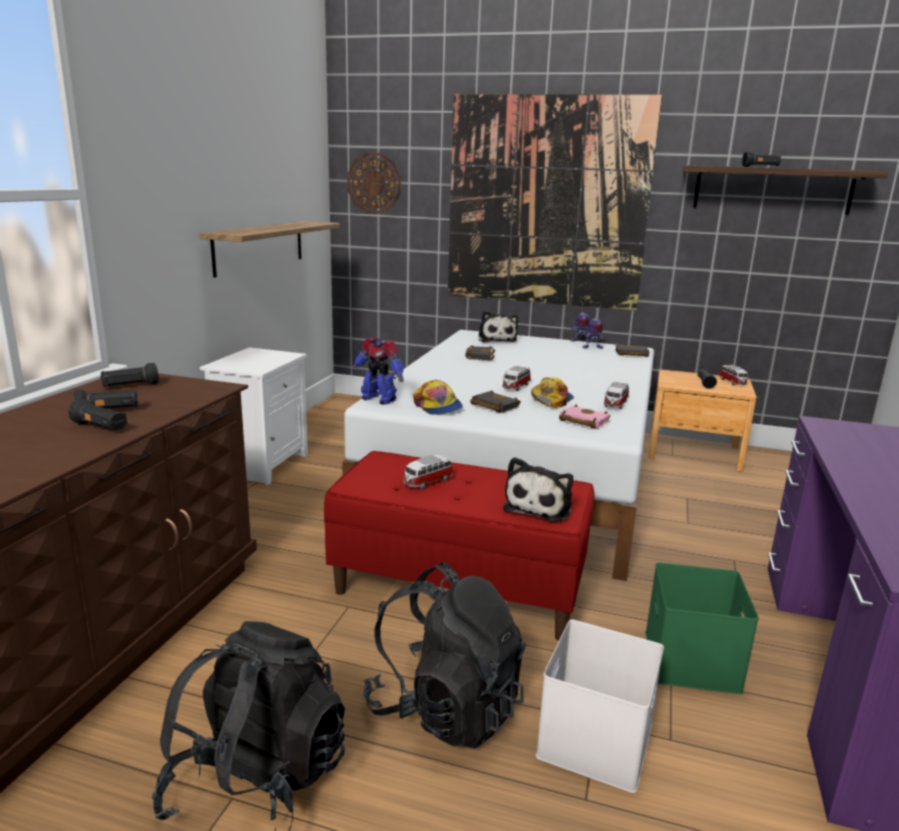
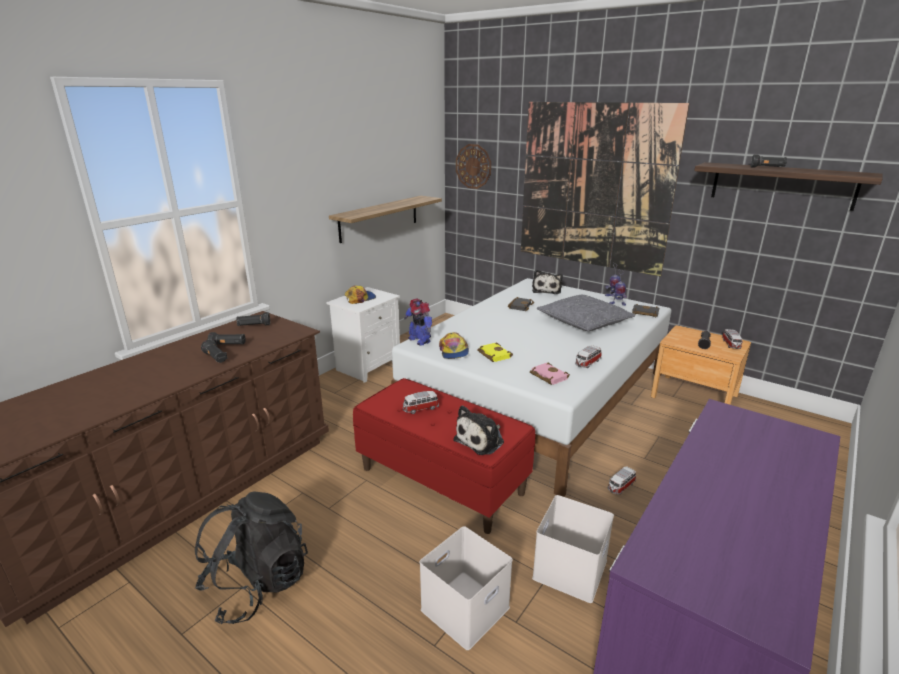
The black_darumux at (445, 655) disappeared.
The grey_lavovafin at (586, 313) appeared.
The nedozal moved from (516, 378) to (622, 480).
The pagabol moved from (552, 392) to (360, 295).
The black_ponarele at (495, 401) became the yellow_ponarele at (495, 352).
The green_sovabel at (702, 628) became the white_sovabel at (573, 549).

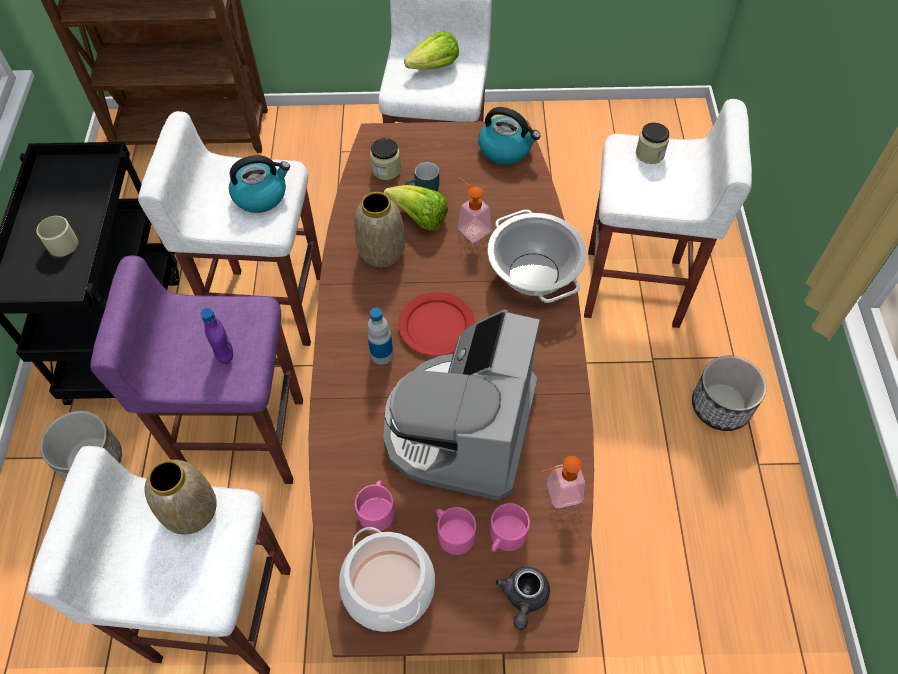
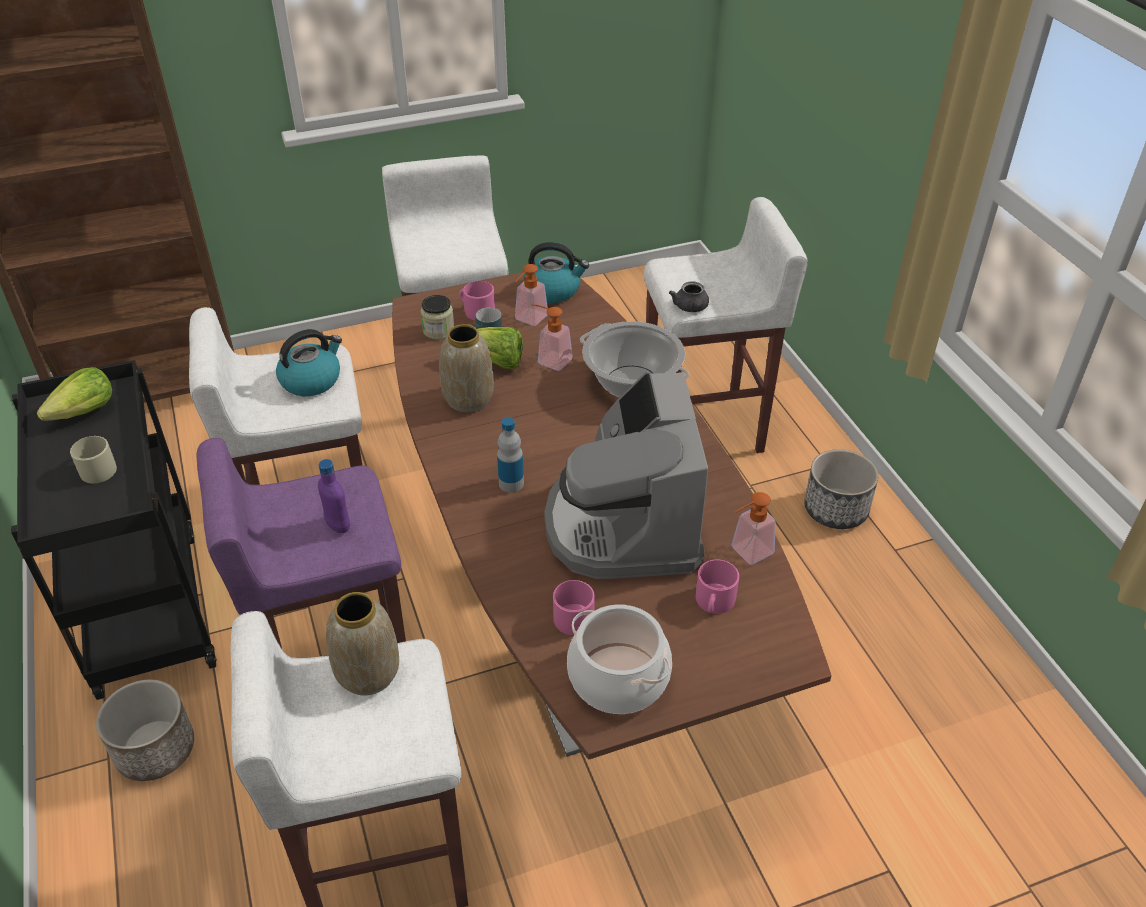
The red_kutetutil at (436, 324) disappeared.
The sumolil at (652, 143) disappeared.
The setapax at (531, 295) appeared.
The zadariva moved from (431, 51) to (74, 394).
The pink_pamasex moved from (456, 531) to (477, 301).
The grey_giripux moved from (522, 598) to (689, 296).

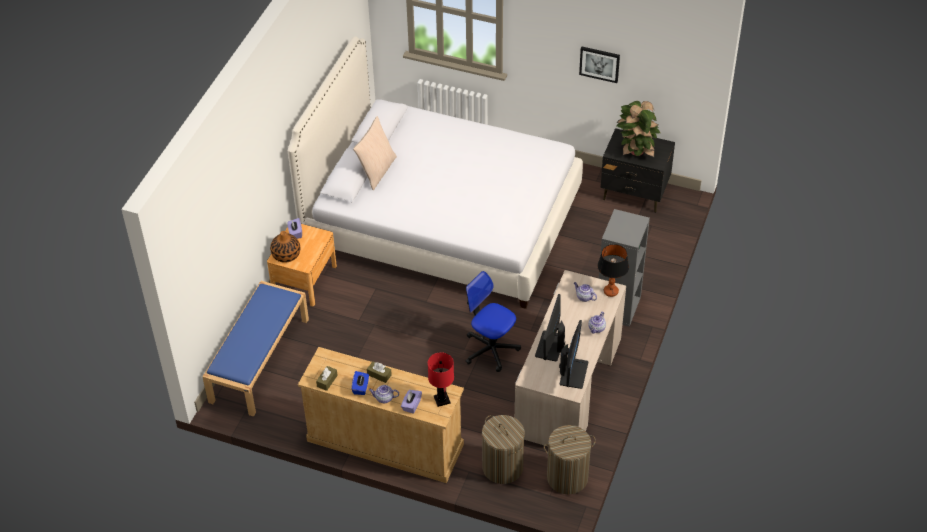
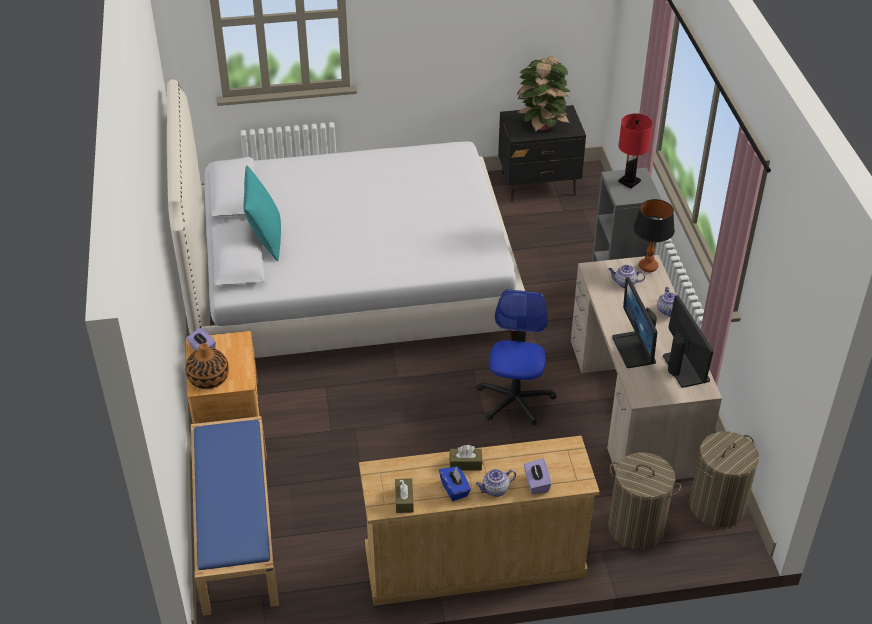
The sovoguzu at (599, 65) disappeared.
The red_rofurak moved from (441, 379) to (635, 151).
The beige_lavovafin at (375, 153) became the turquoise_lavovafin at (262, 213).
The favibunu at (493, 321) turned 90 degrees clockwise.

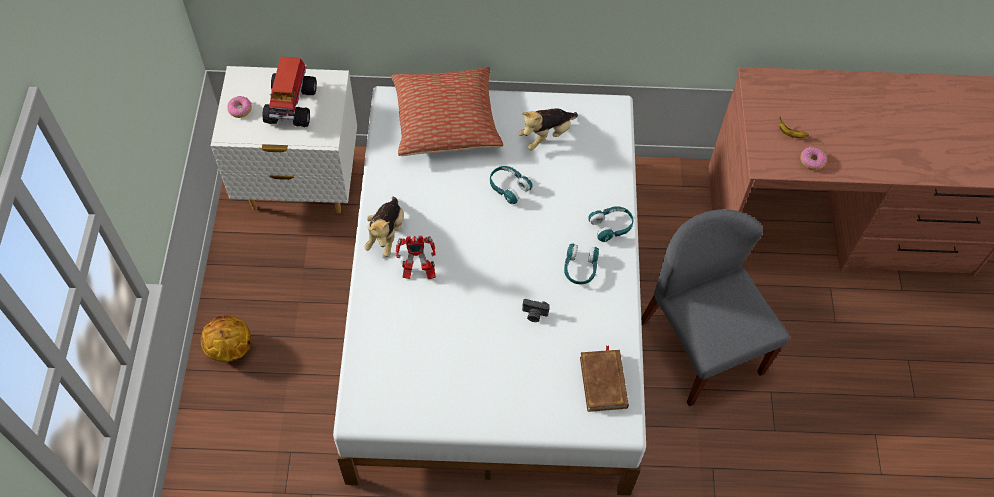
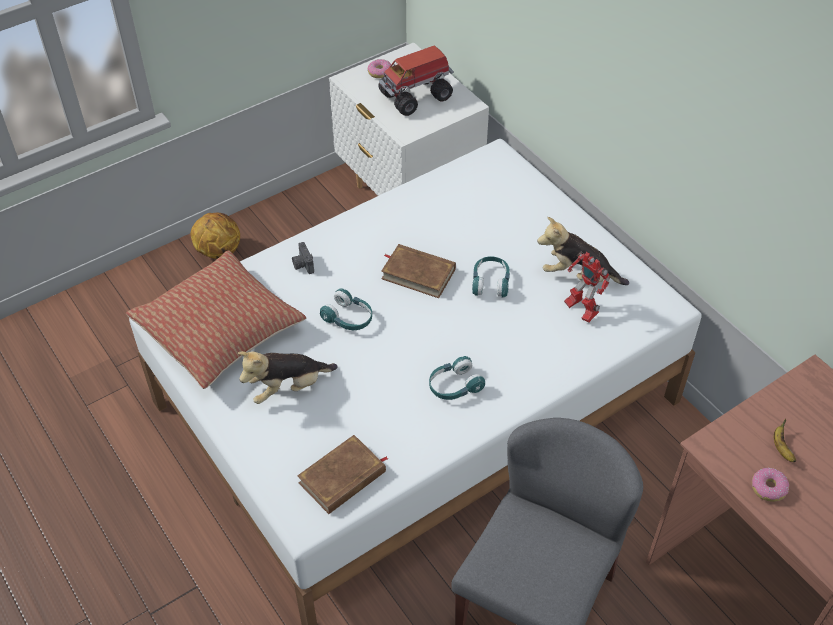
The brown_ponarele at (418, 271) appeared.
The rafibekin moved from (384, 226) to (288, 377).
The lavovafin moved from (447, 111) to (216, 319).
The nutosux moved from (416, 257) to (587, 286).
The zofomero moved from (536, 310) to (303, 258).
The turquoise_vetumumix moved from (610, 224) to (346, 309).

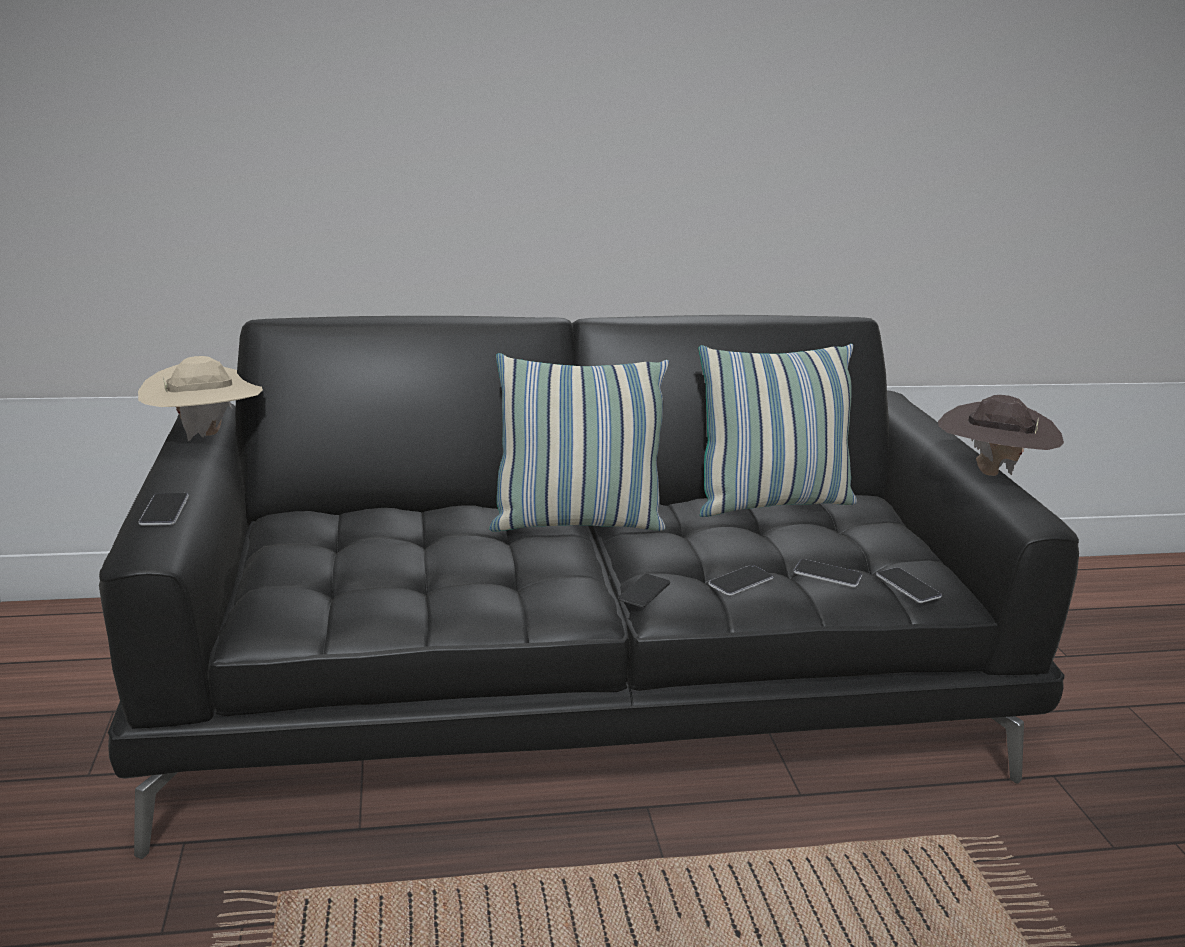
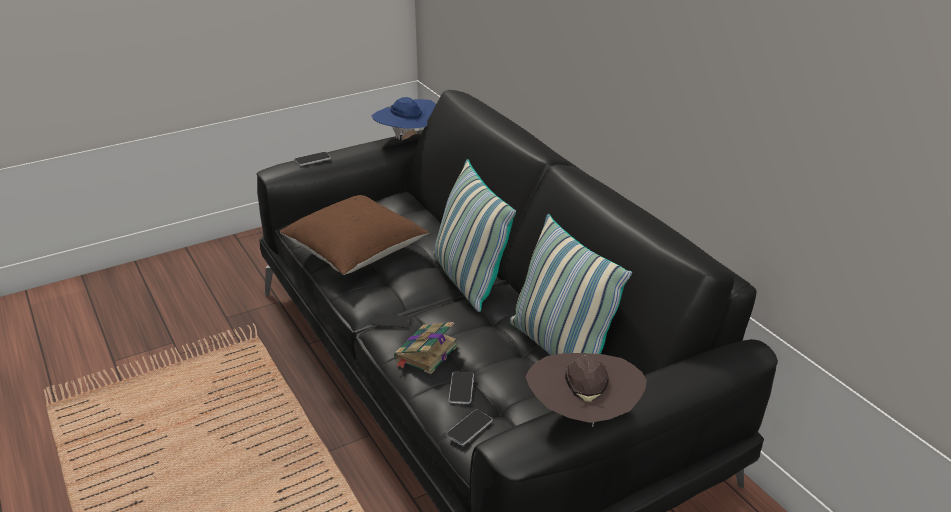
The brown_lavovafin at (354, 235) appeared.
The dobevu at (740, 580) was replaced by the ponarele at (426, 348).
The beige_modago at (200, 398) became the blue_modago at (403, 118).

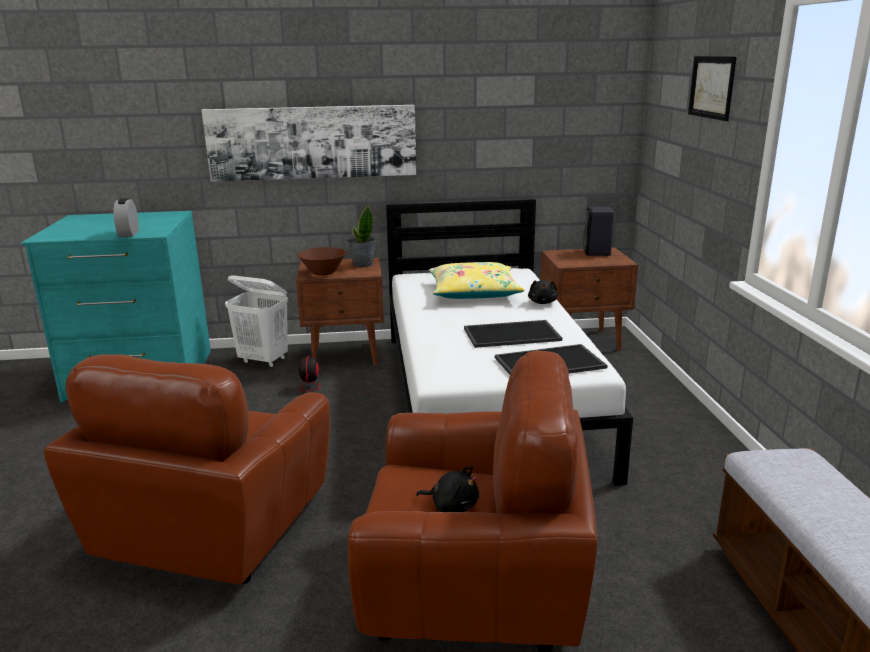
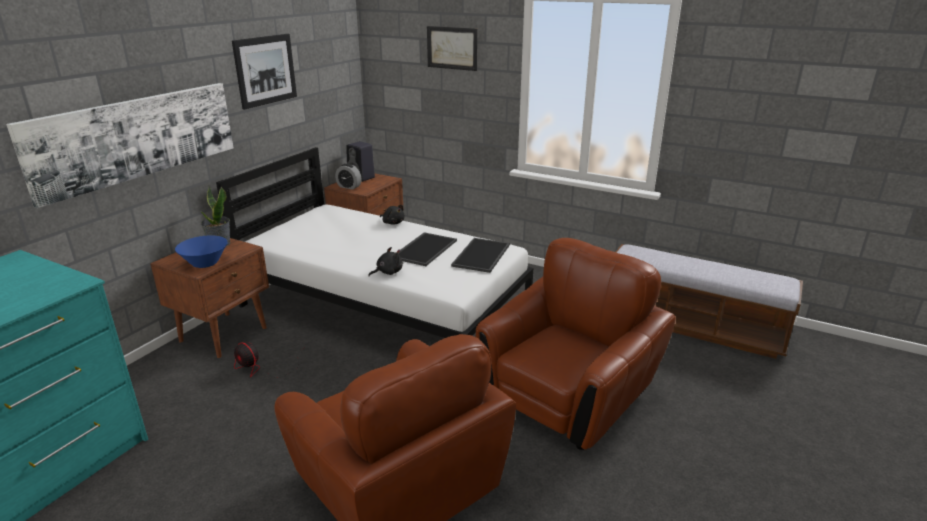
The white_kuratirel at (256, 321) disappeared.
The yellow_lavovafin at (477, 280) disappeared.
The sovoguzu at (264, 72) appeared.
The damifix moved from (126, 217) to (348, 177).
The black_rafibekin moved from (447, 489) to (385, 261).
The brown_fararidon at (321, 261) became the blue_fararidon at (201, 251).

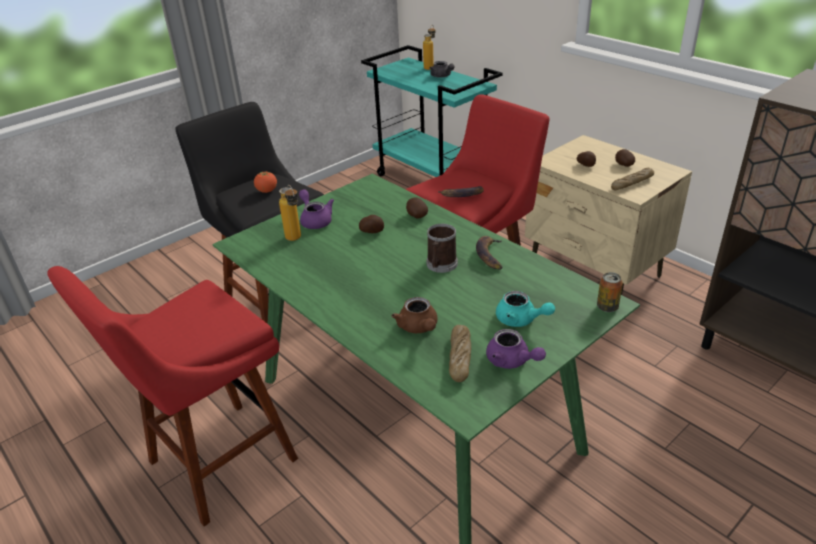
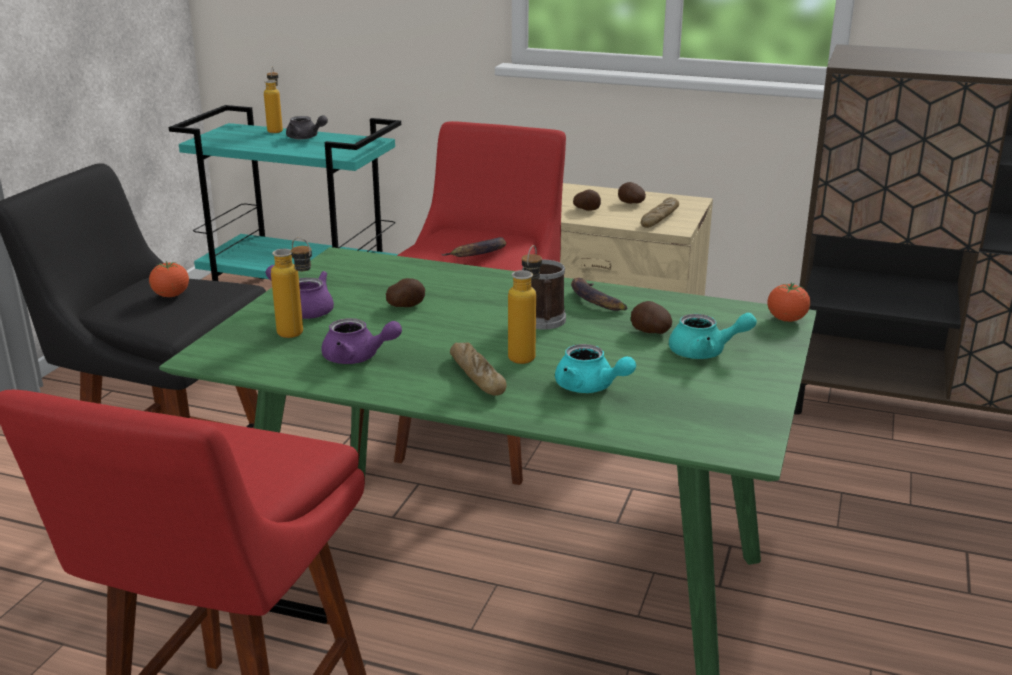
The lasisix at (525, 304) appeared.
The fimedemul moved from (417, 208) to (651, 317).
The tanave moved from (460, 353) to (478, 369).
The purple_giripux moved from (516, 349) to (362, 341).
The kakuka at (610, 292) was replaced by the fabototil at (789, 302).
The brown_giripux at (415, 315) became the turquoise_giripux at (595, 368).

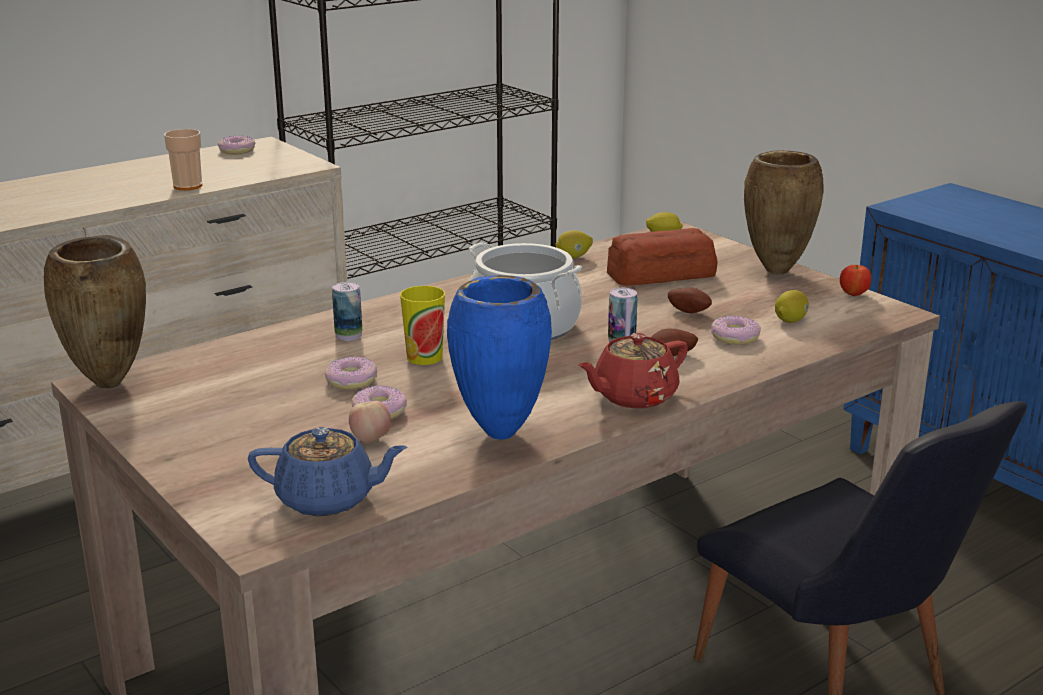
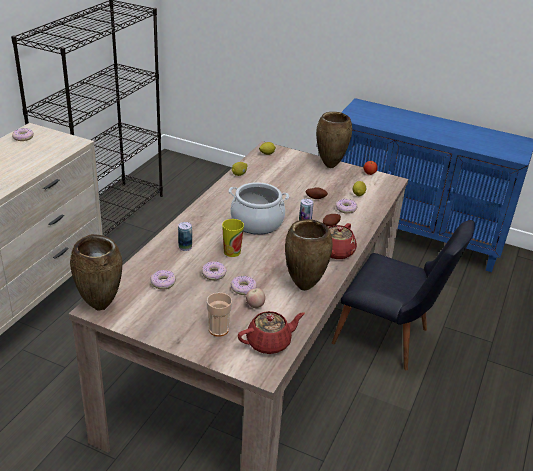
The tanave at (662, 257) disappeared.
The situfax at (163, 280) appeared.
The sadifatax moved from (183, 159) to (219, 315).
The blue_giripux at (327, 471) became the red_giripux at (271, 332).
The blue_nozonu at (499, 357) became the brown_nozonu at (308, 255).

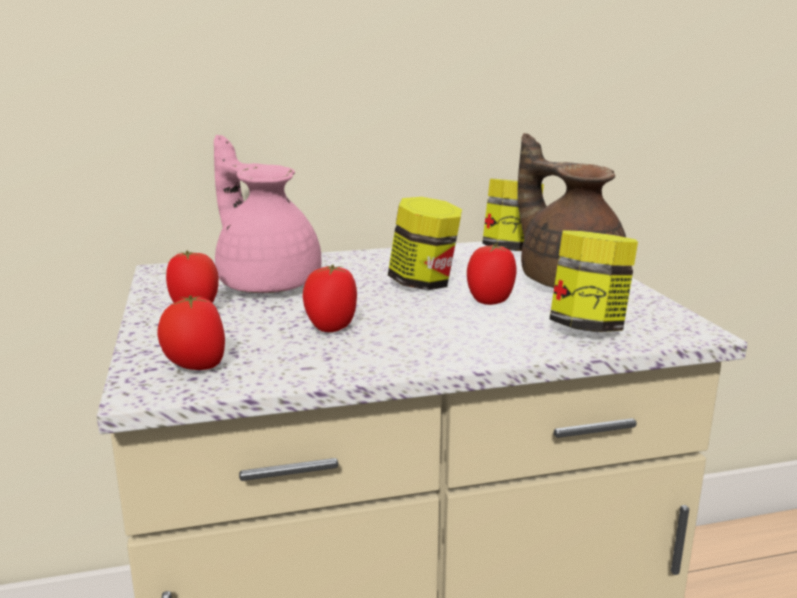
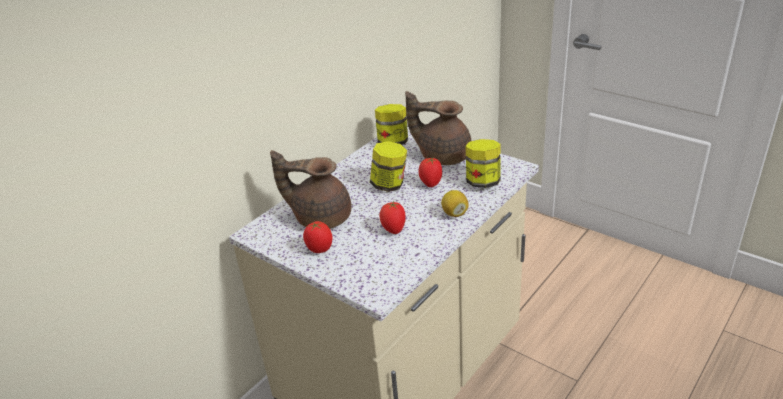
The fabototil at (191, 333) disappeared.
The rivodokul at (455, 203) appeared.
The pink_giripux at (267, 214) became the brown_giripux at (310, 189).

